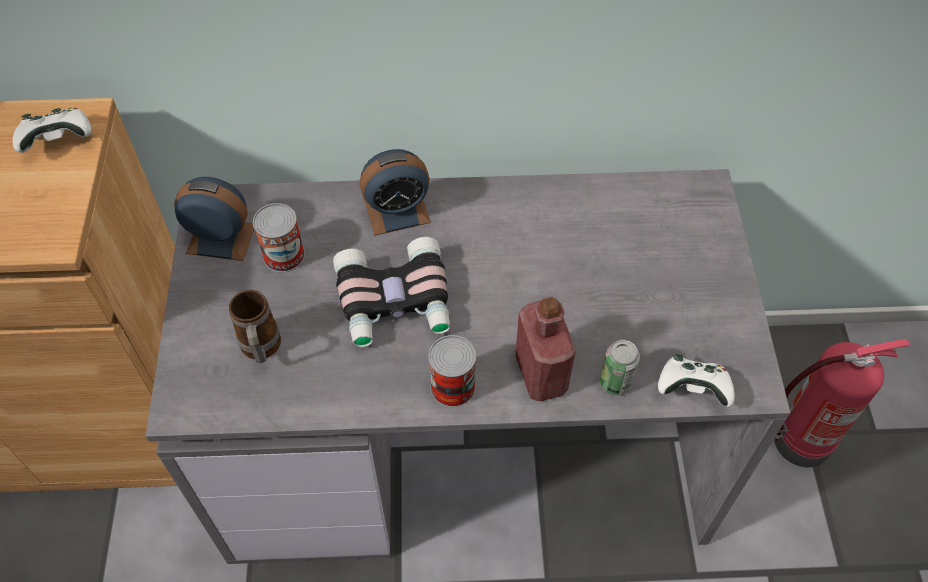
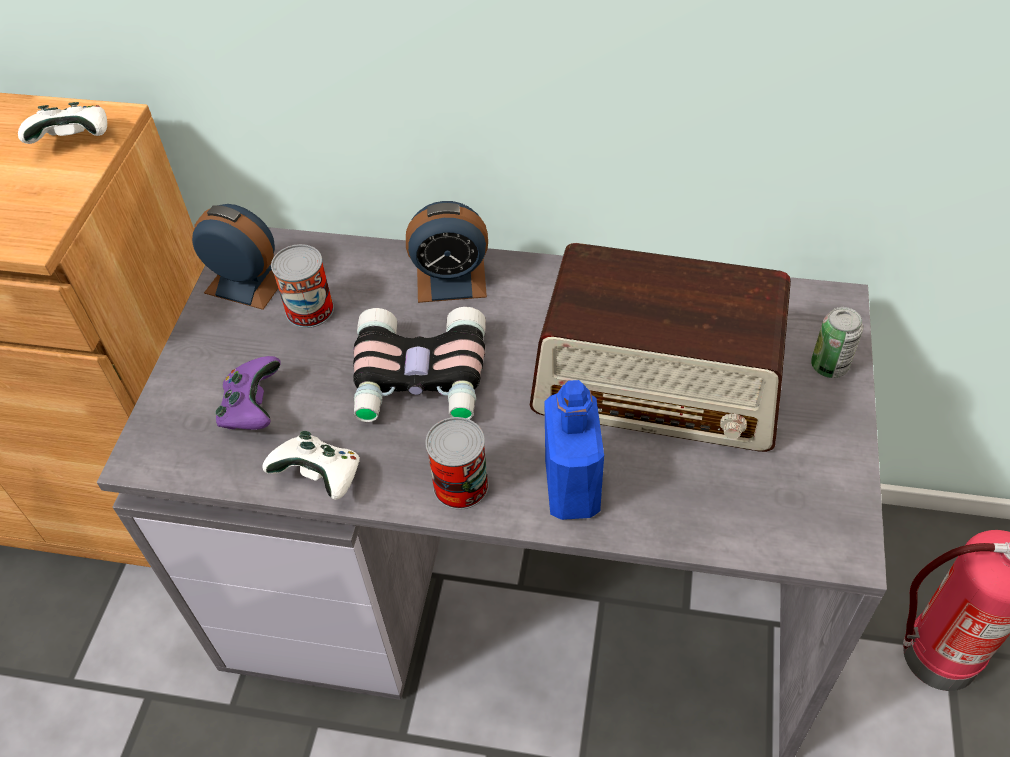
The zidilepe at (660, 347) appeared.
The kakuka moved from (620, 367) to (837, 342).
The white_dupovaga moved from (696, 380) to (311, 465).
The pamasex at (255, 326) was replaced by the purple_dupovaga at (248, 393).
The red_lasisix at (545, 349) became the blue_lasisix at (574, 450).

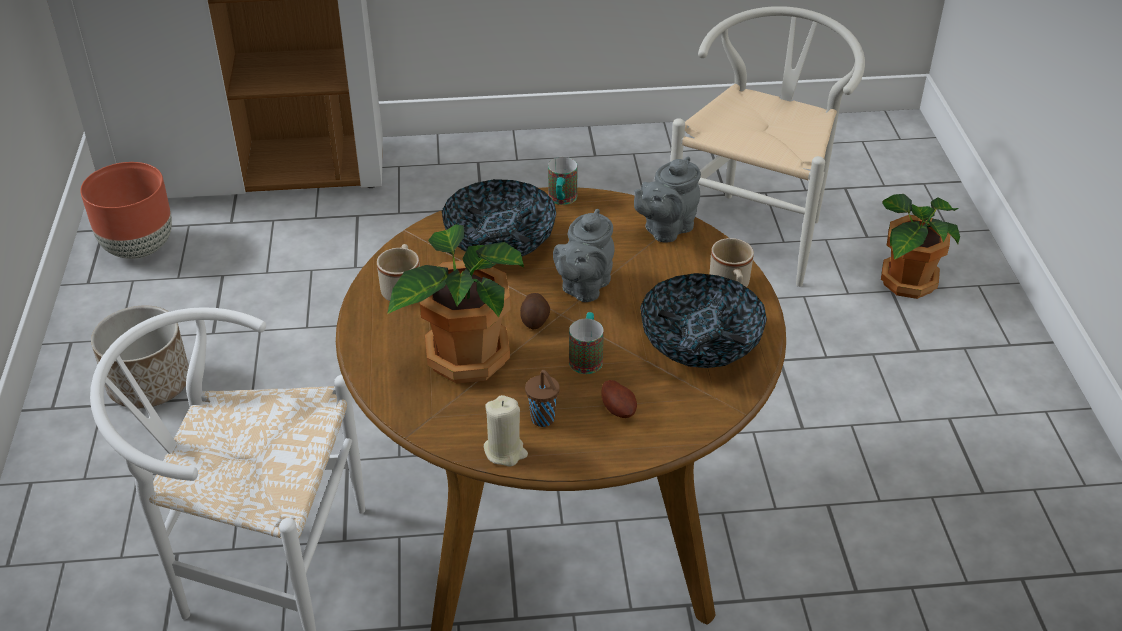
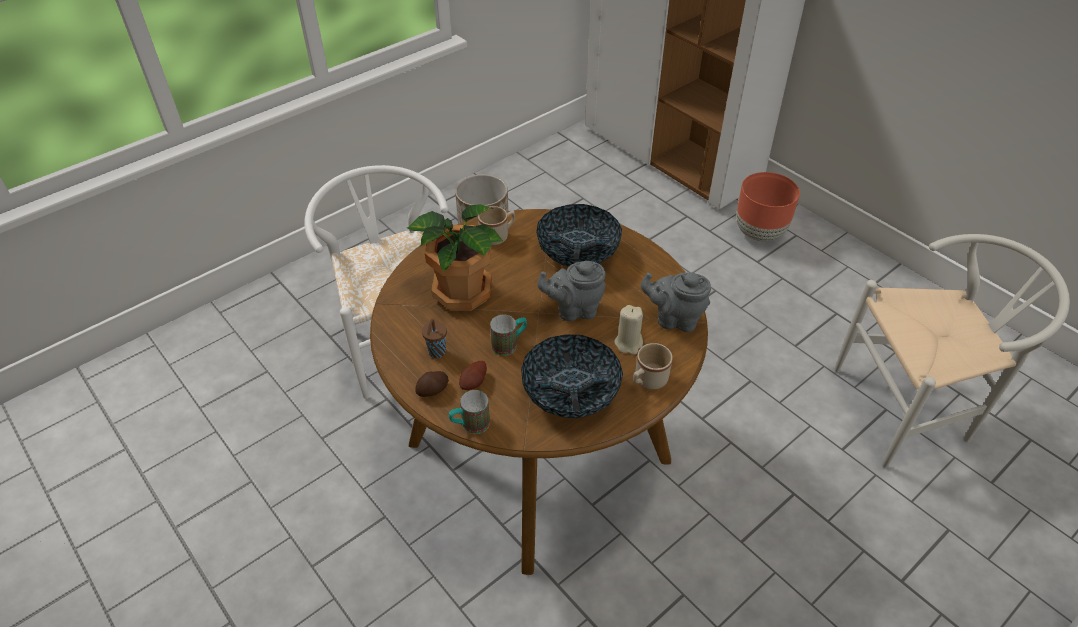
The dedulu at (920, 246) disappeared.
The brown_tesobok moved from (126, 210) to (768, 207).
The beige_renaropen moved from (506, 430) to (628, 330).
The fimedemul moved from (535, 311) to (432, 384).
The pamasex moved from (562, 181) to (469, 412).

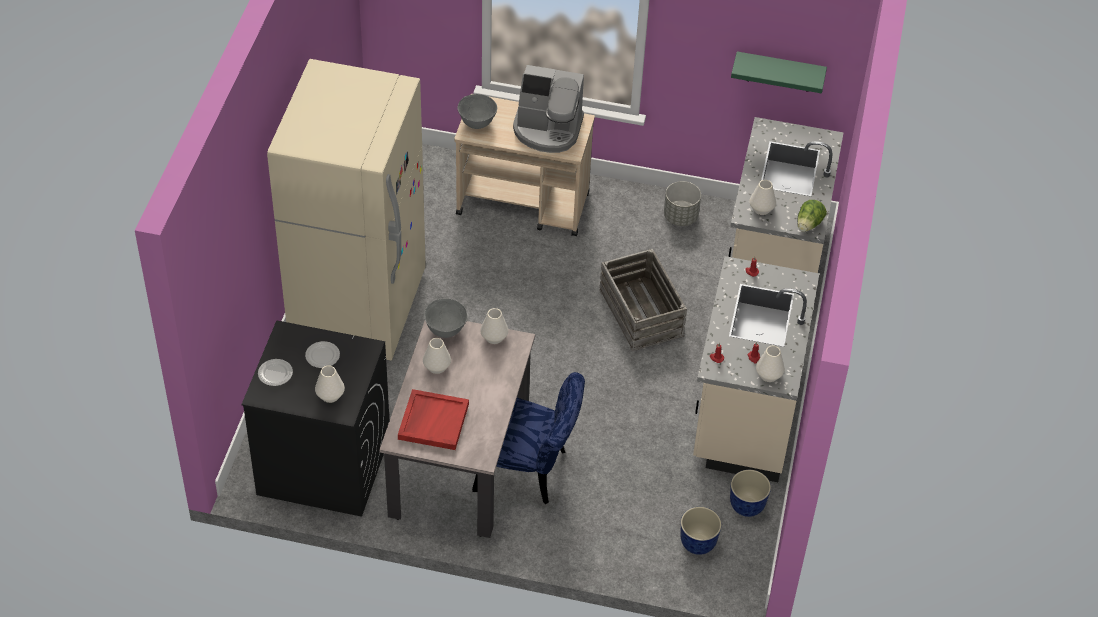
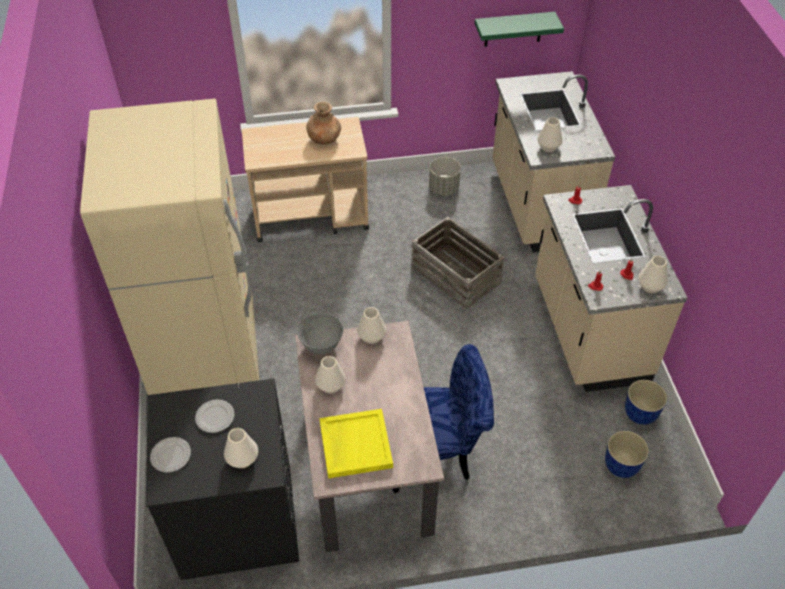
The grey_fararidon at (477, 111) disappeared.
The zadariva at (812, 216) disappeared.
The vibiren at (548, 109) was replaced by the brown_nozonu at (323, 123).
The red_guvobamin at (433, 419) became the yellow_guvobamin at (356, 443).

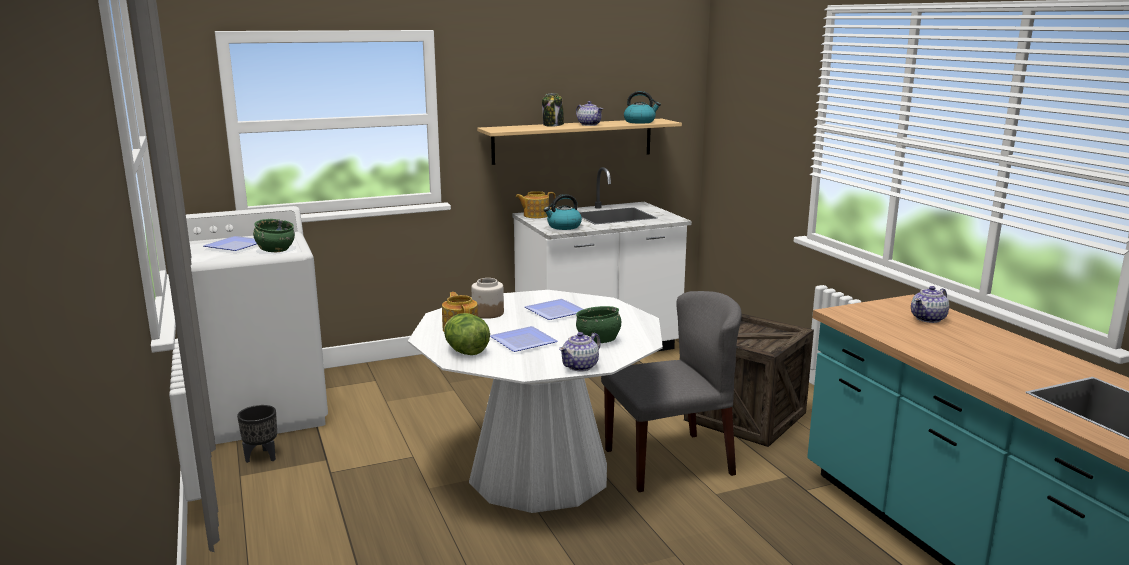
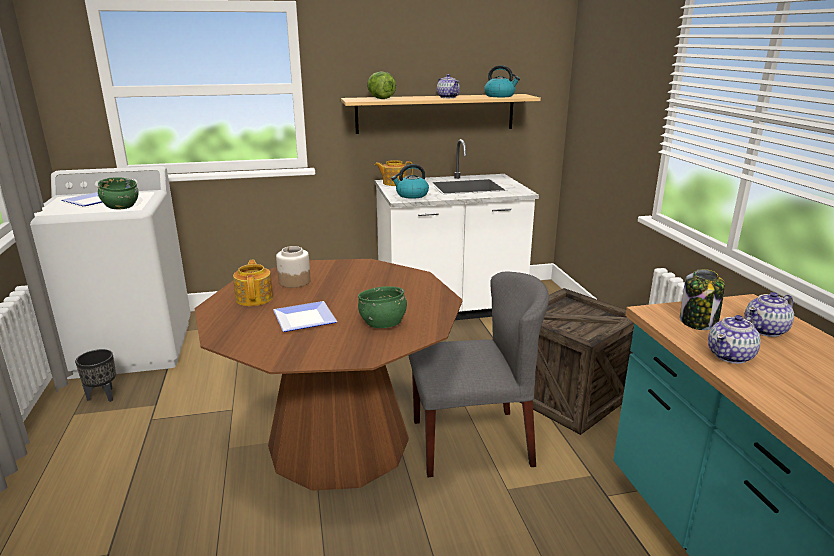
The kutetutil at (554, 309) disappeared.
The zadariva moved from (467, 334) to (381, 85).
The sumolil moved from (553, 110) to (702, 299).
The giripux moved from (580, 351) to (734, 339).
The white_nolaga at (535, 401) became the brown_nolaga at (329, 375).

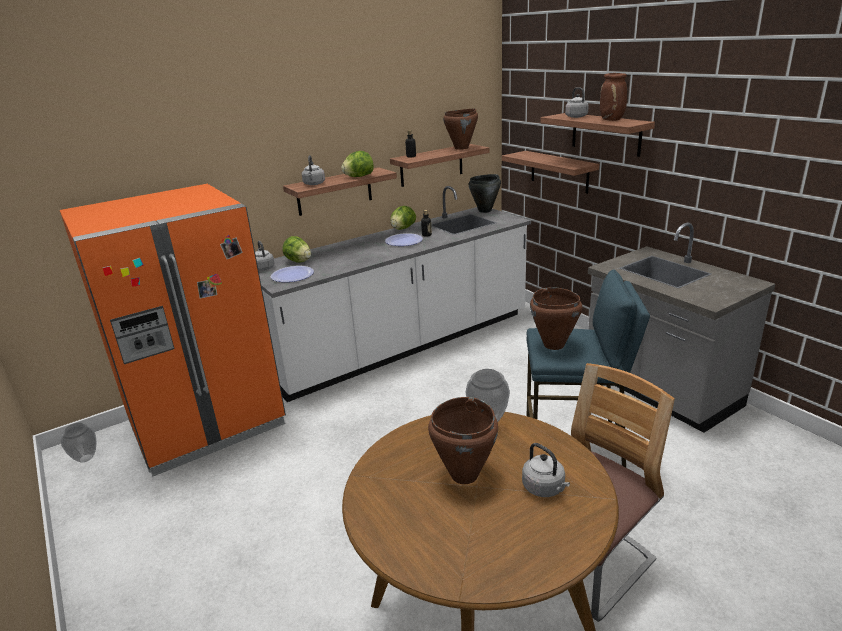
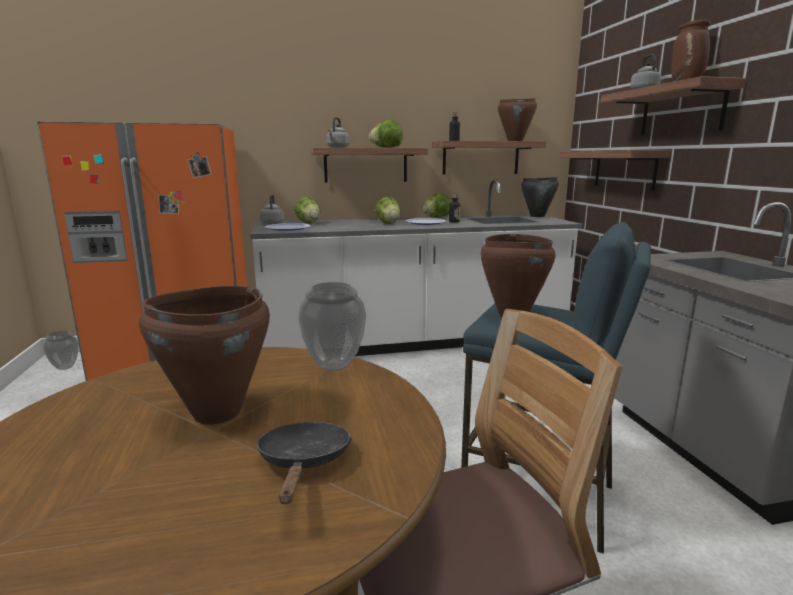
The zadariva at (388, 210) appeared.
The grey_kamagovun at (546, 470) was replaced by the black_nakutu at (304, 463).

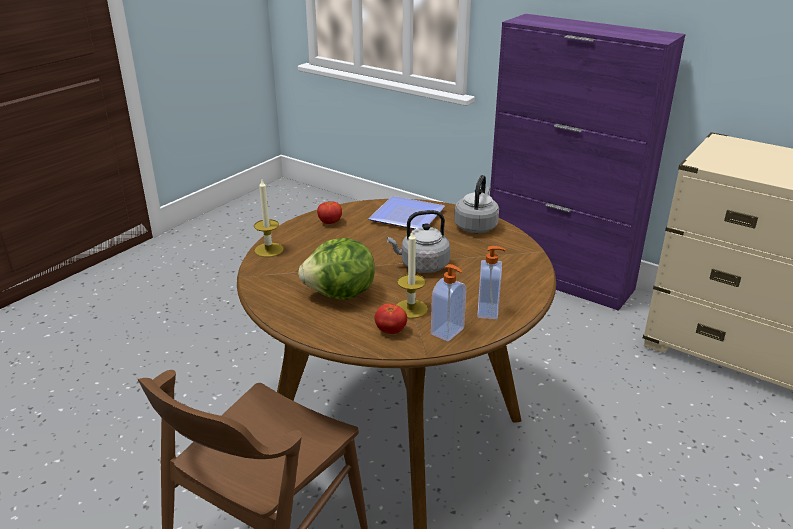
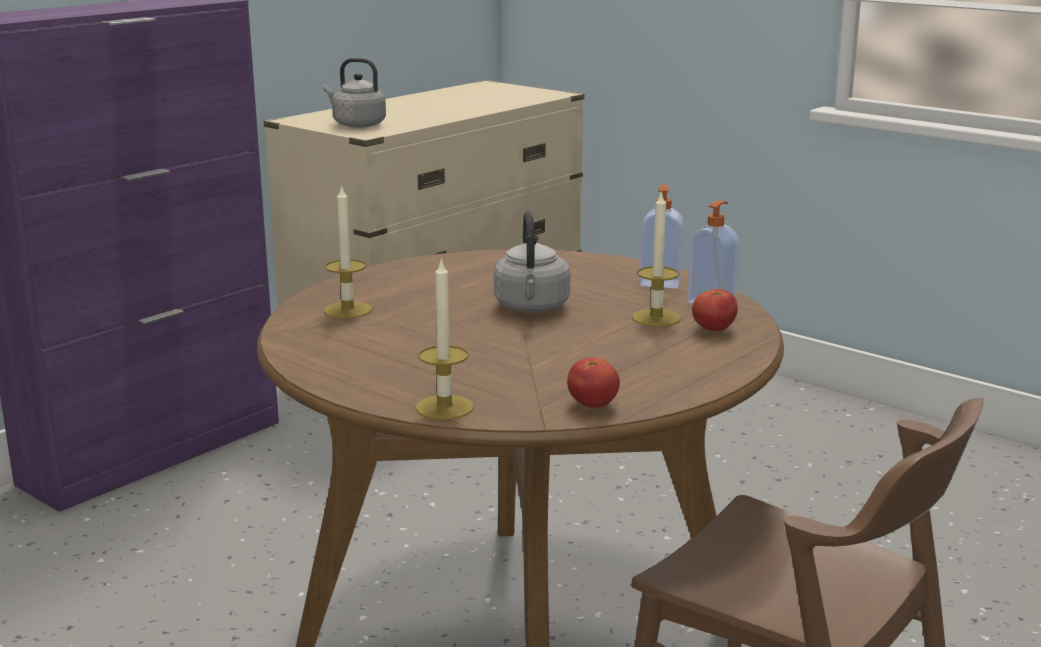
The zadariva at (336, 269) disappeared.
The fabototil moved from (329, 212) to (593, 382).
The grey_kamagovun moved from (476, 204) to (354, 93).
The kutetutil at (406, 212) was replaced by the renaropen at (348, 251).

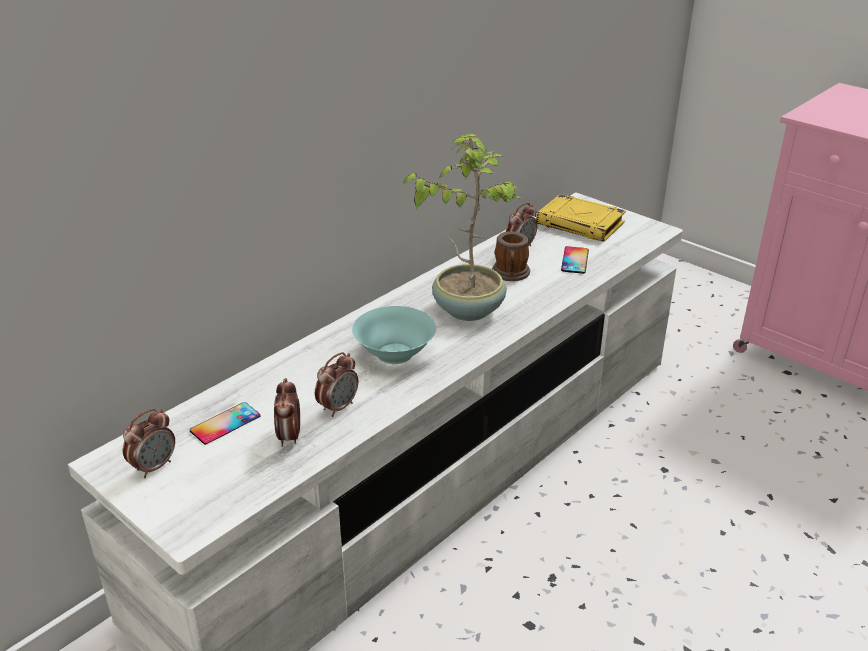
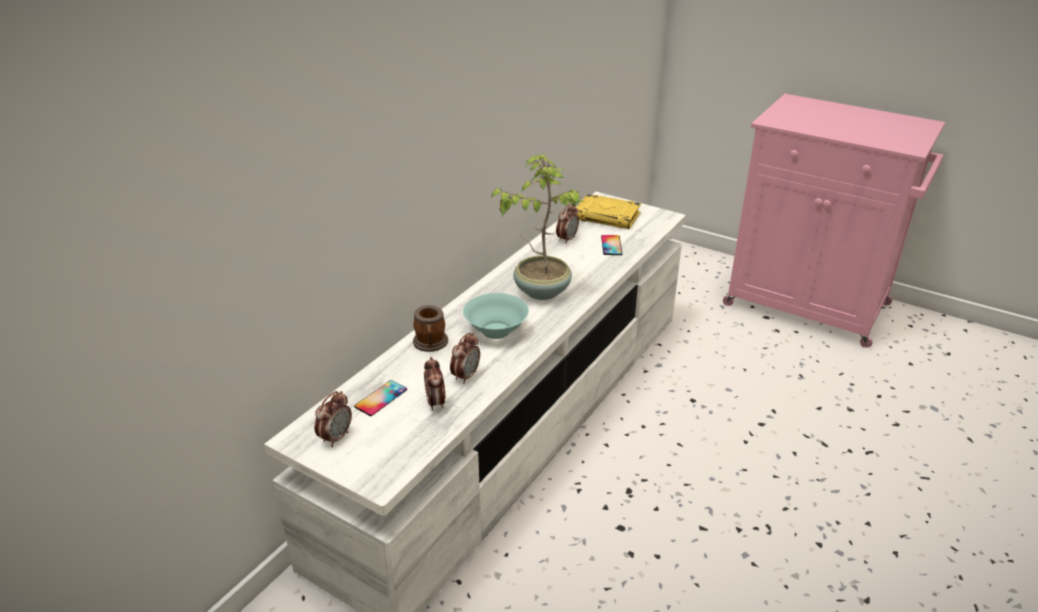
The pamasex moved from (511, 256) to (430, 328).

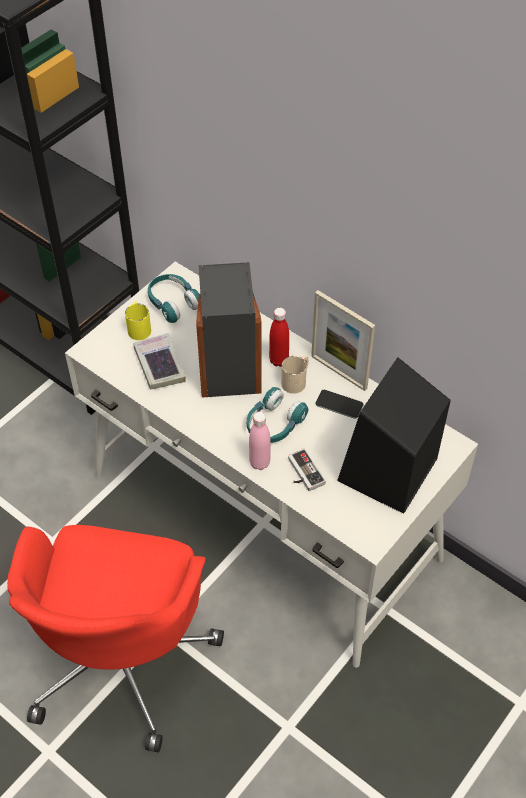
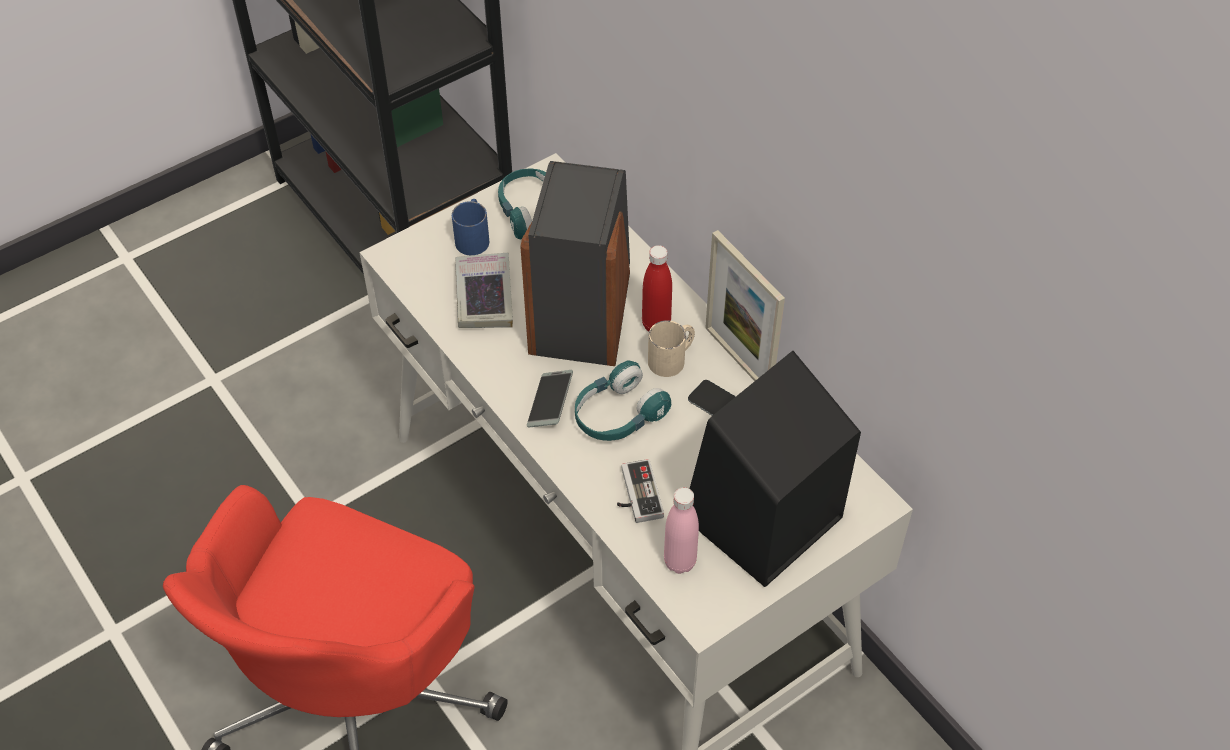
The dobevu at (550, 399) appeared.
The pink_lasisix moved from (259, 441) to (681, 530).
The yellow_pamasex at (138, 321) became the blue_pamasex at (470, 227).

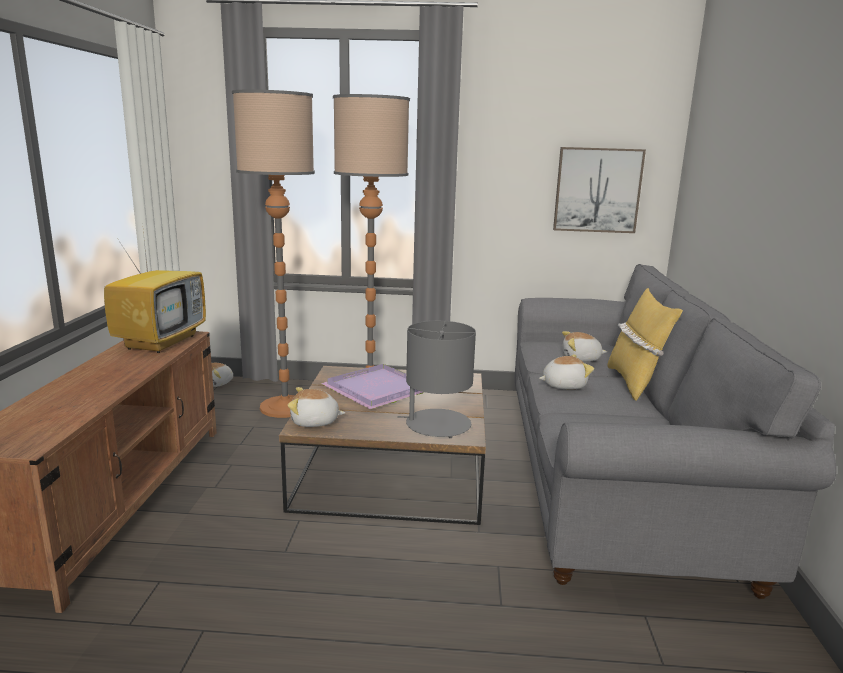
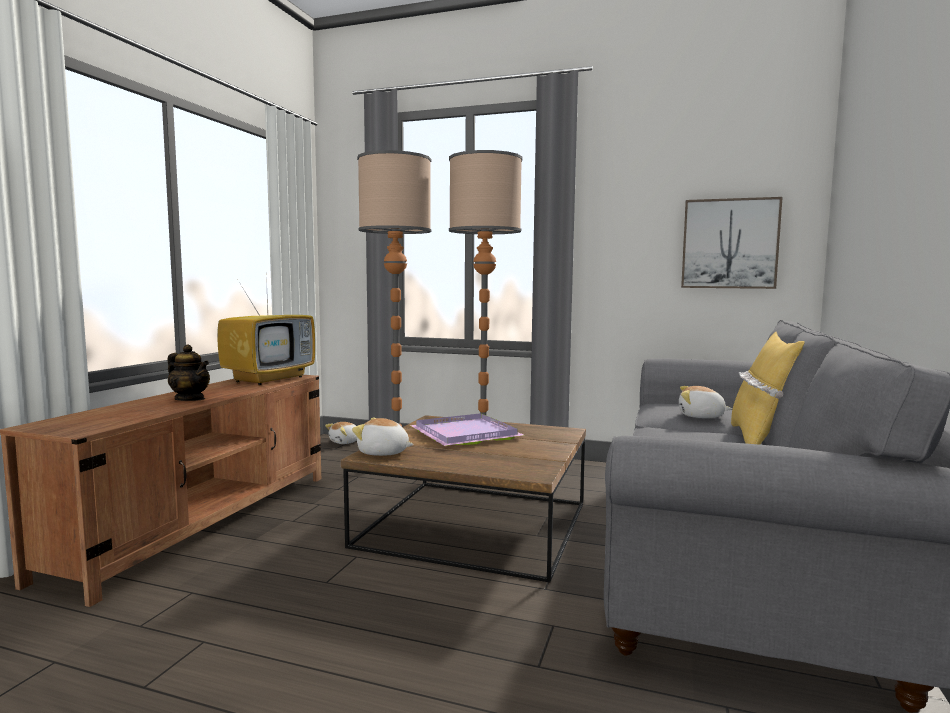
The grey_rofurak at (436, 379) disappeared.
The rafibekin at (566, 372) disappeared.
The giripux at (188, 373) appeared.

